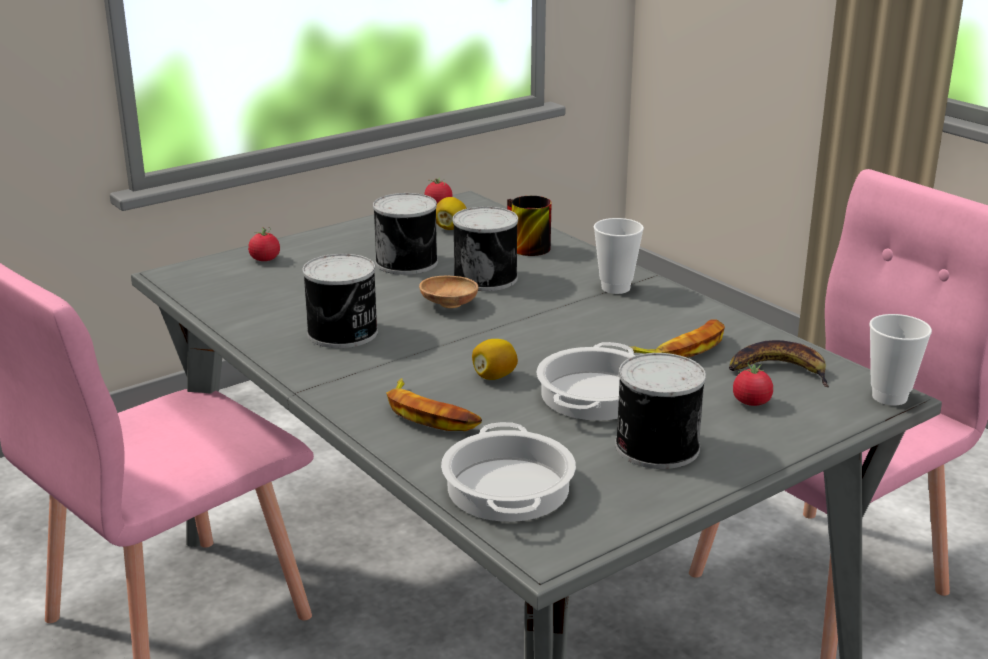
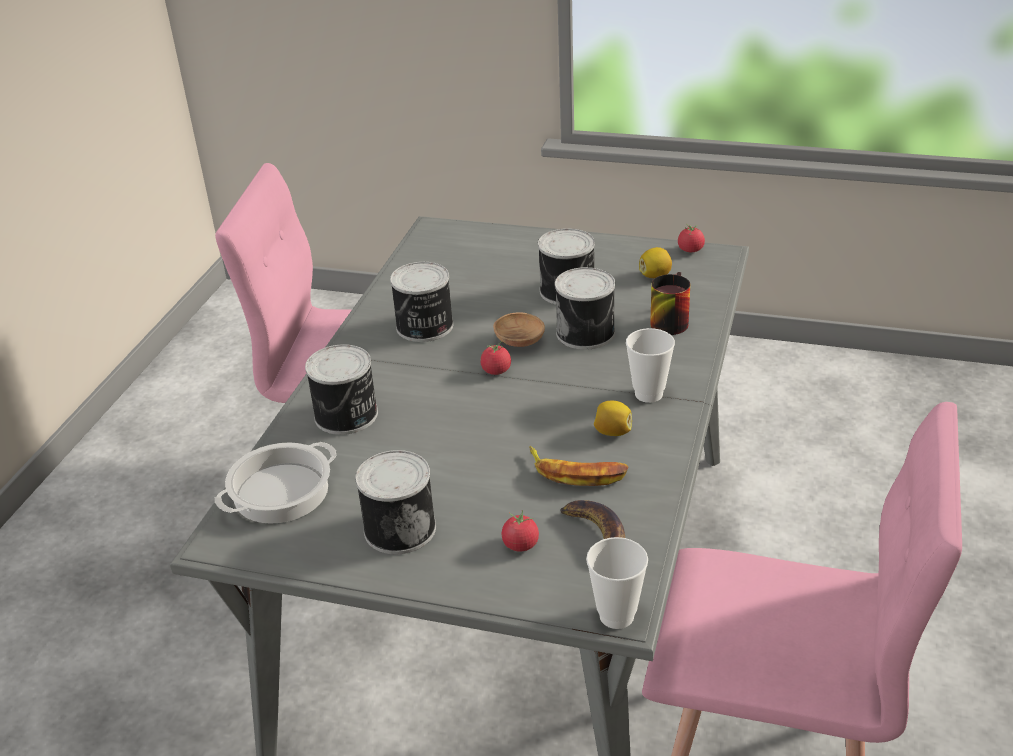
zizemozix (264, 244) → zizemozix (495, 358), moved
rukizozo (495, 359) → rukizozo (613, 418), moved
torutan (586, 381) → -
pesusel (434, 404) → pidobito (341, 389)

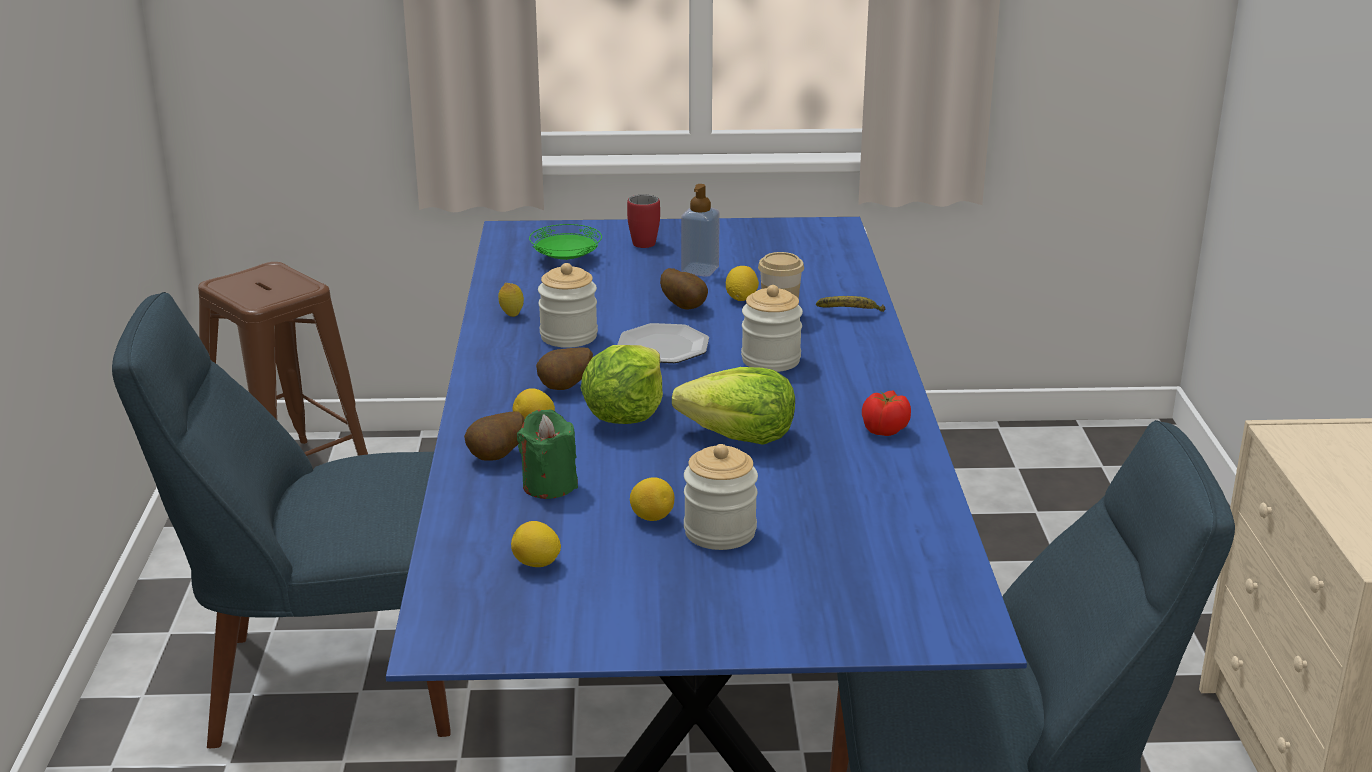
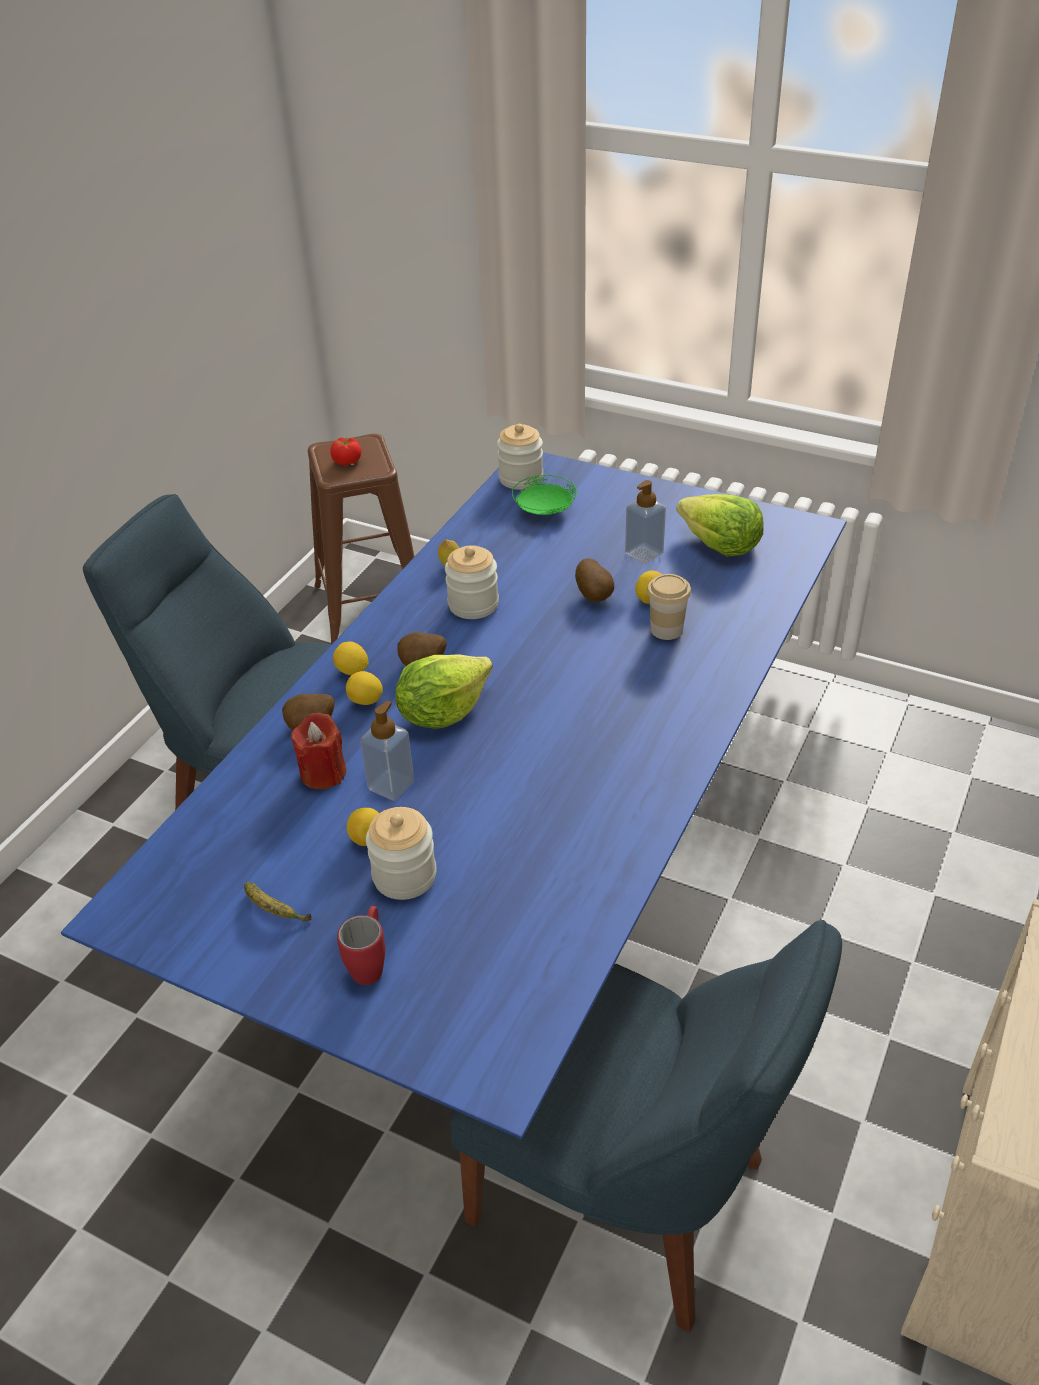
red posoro (643, 221) → red posoro (361, 945), moved
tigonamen (772, 328) → tigonamen (520, 457), moved
pesusel (850, 304) → pesusel (278, 901), moved
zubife (663, 343) → -
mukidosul (733, 406) → mukidosul (720, 525), moved
zizemozix (886, 413) → zizemozix (346, 451), moved
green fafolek (547, 454) → red fafolek (318, 751)
rukizozo (536, 544) → rukizozo (351, 658), moved
- → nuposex (387, 751)

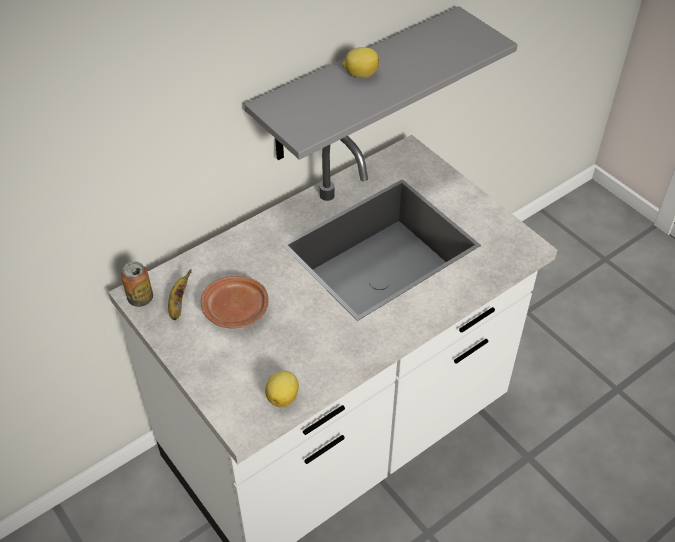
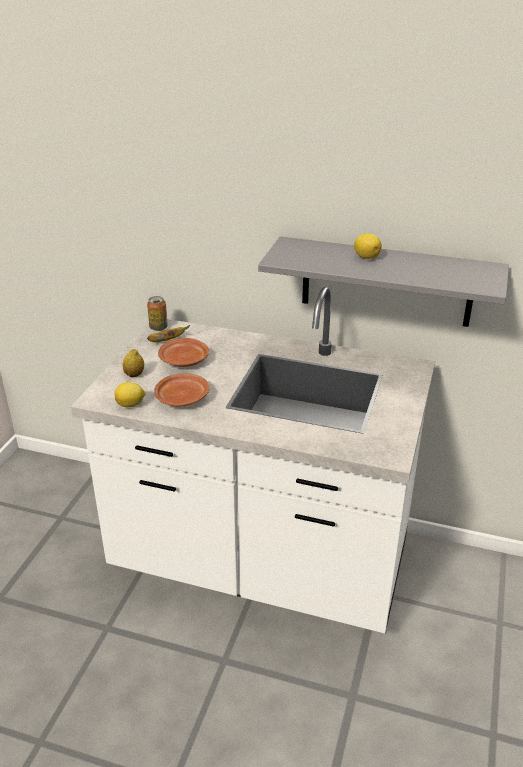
- → rukizozo (133, 363)
- → brown zubife (181, 389)

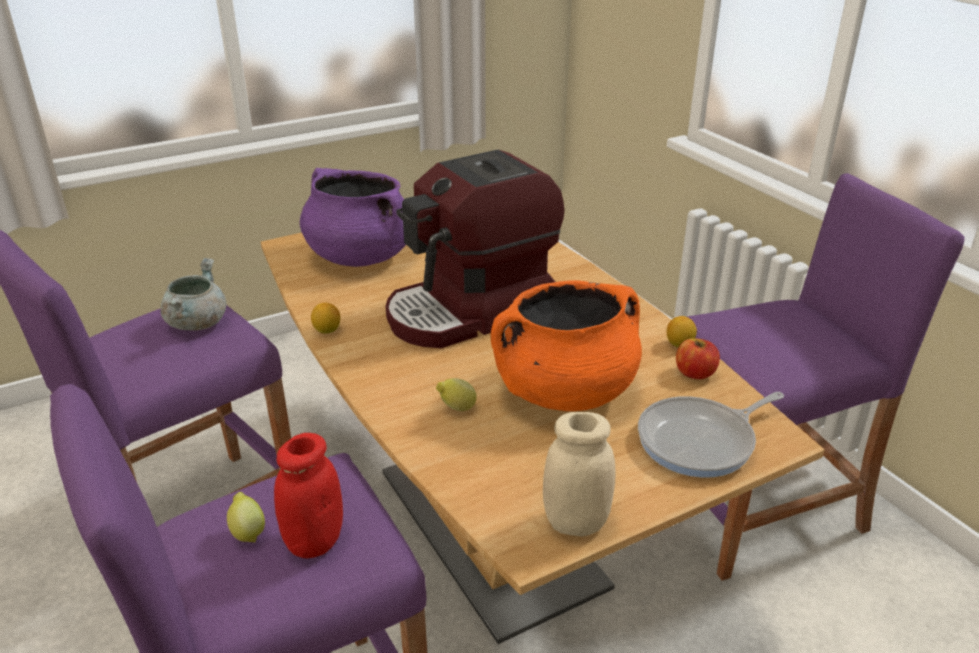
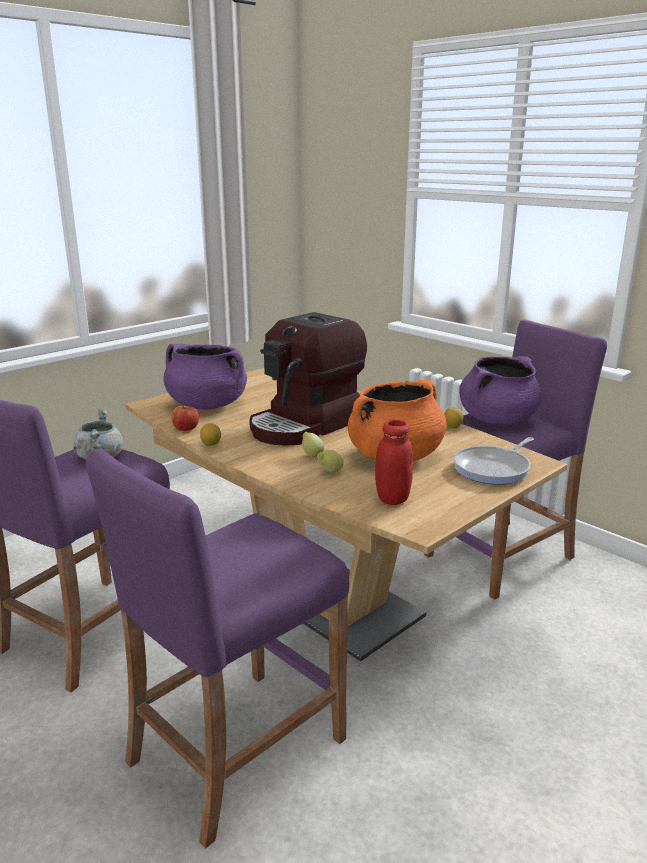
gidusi (698, 358) → gidusi (185, 418), moved
beige tigonamen (579, 474) → -
red tigonamen (308, 495) → red tigonamen (394, 462), moved
rukizozo (246, 517) → rukizozo (313, 444), moved
- → purple torutan (500, 390)

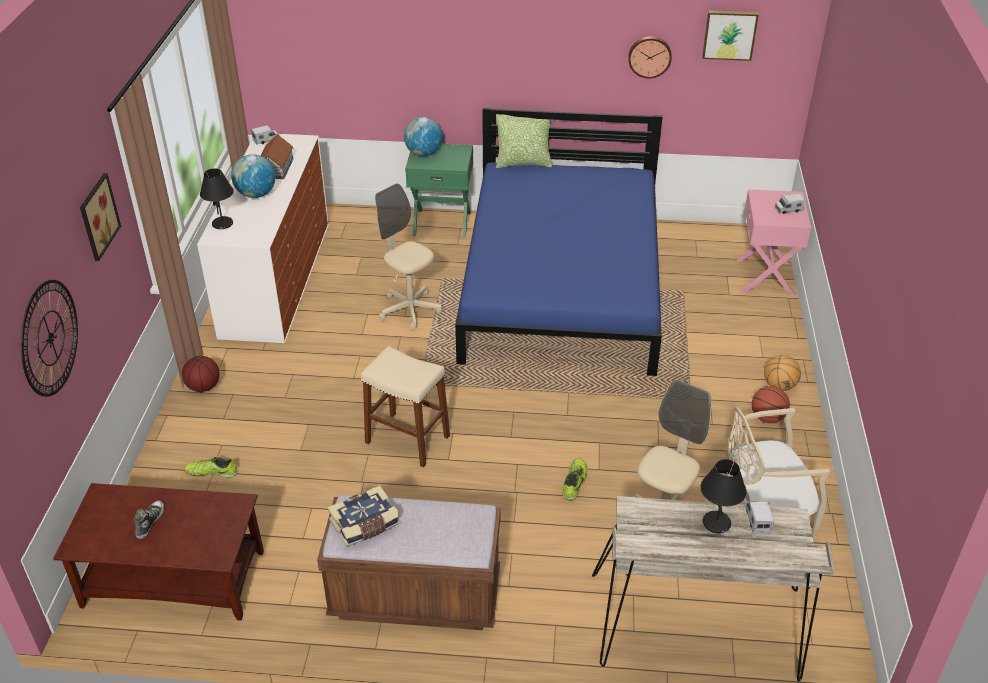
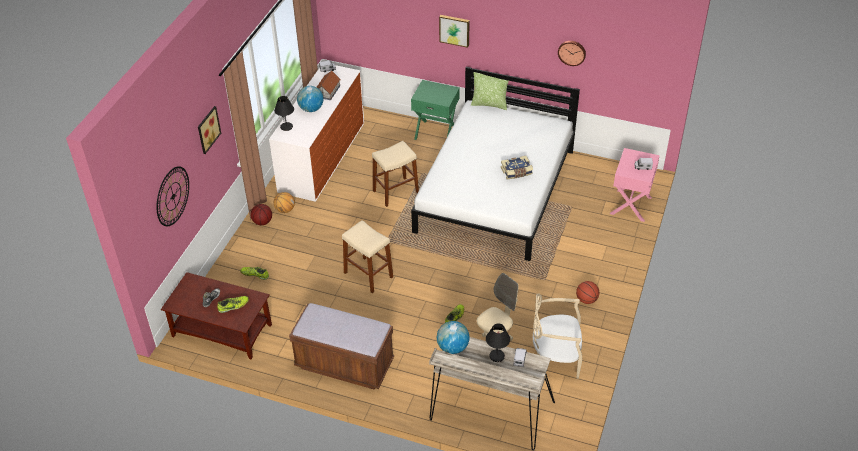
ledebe (730, 35) → ledebe (454, 31), moved
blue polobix (558, 242) → white polobix (495, 164)
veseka (423, 136) → veseka (453, 337), moved
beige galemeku (408, 257) → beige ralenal (395, 174)
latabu (782, 373) → latabu (284, 202), moved
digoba (364, 516) → digoba (517, 168), moved
- → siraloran (233, 304)

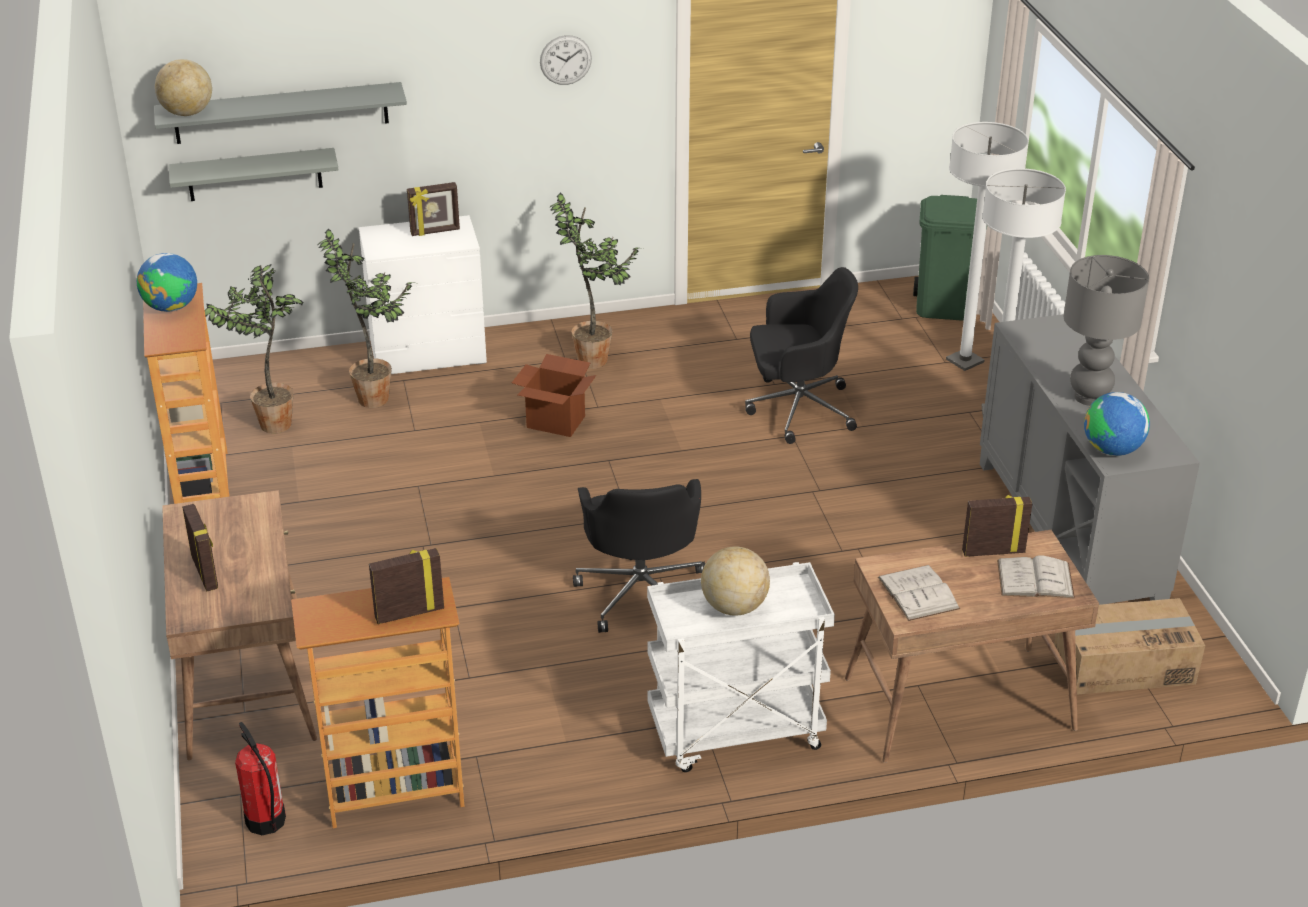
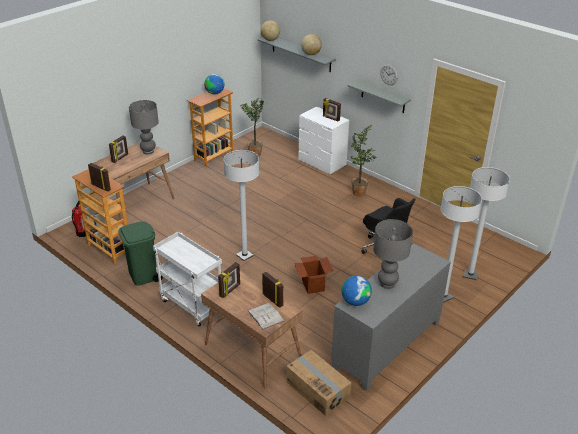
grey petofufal (253, 174) → grey petofufal (379, 96), moved
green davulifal (950, 258) → green davulifal (140, 253), moved
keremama (366, 318) → -
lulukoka (554, 395) → lulukoka (314, 275), moved
black galemeku (639, 556) → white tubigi (241, 205)
veseka (735, 581) → veseka (311, 44), moved
white digoba (919, 593) → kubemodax (229, 280)
- → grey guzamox (144, 127)

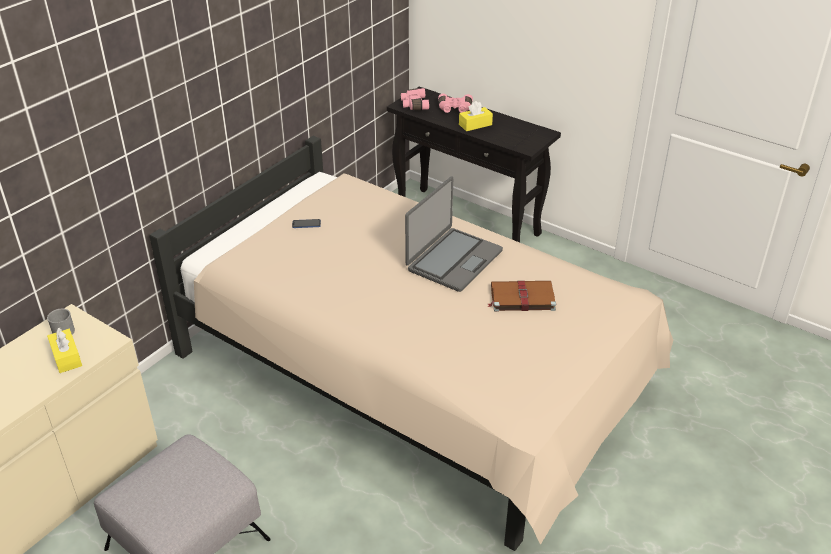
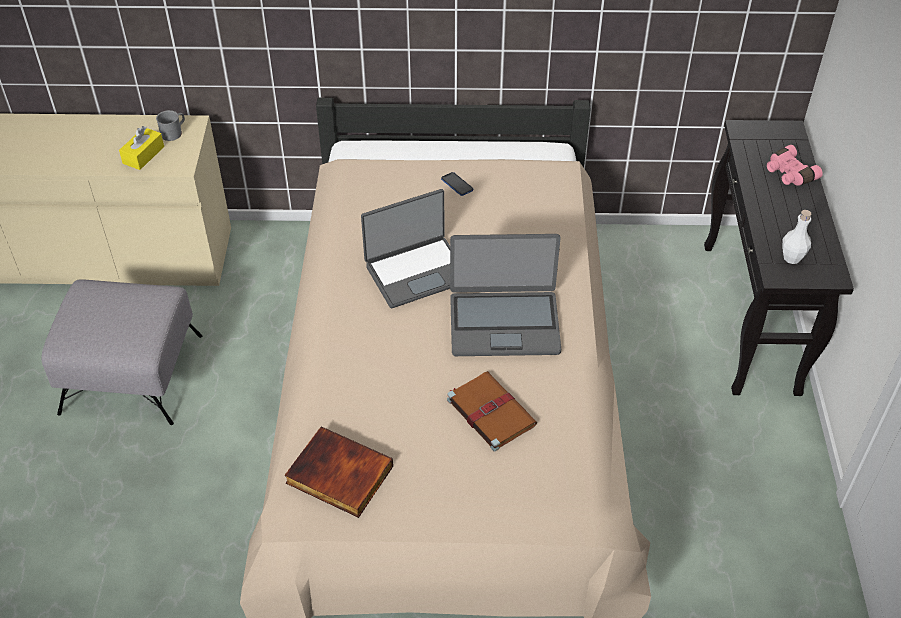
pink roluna (415, 99) → -
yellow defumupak (476, 116) → -
- → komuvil (405, 248)
- → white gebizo (796, 237)
- → digoba (339, 472)

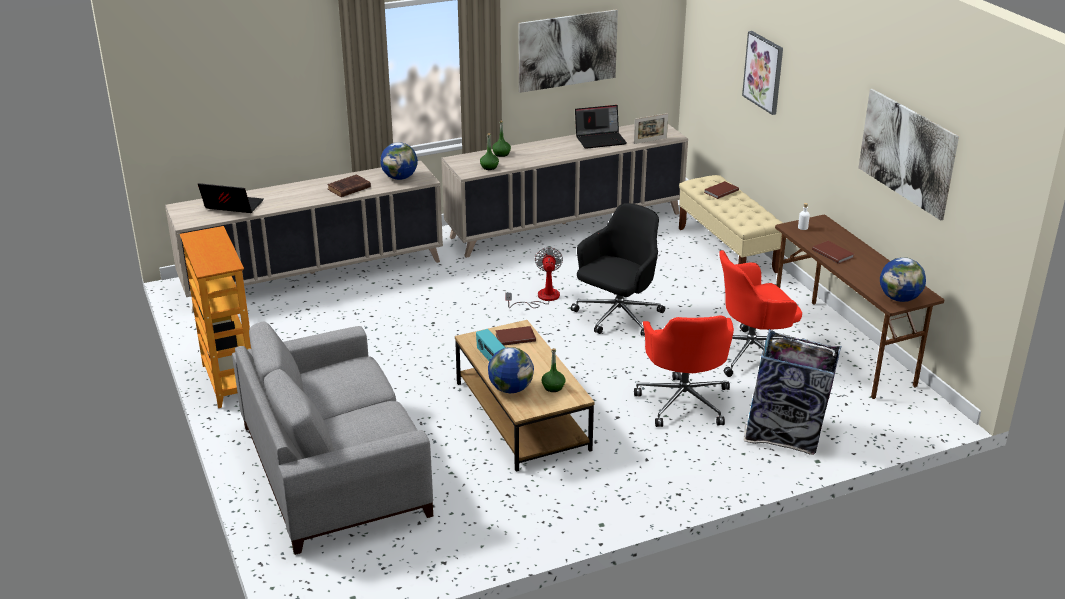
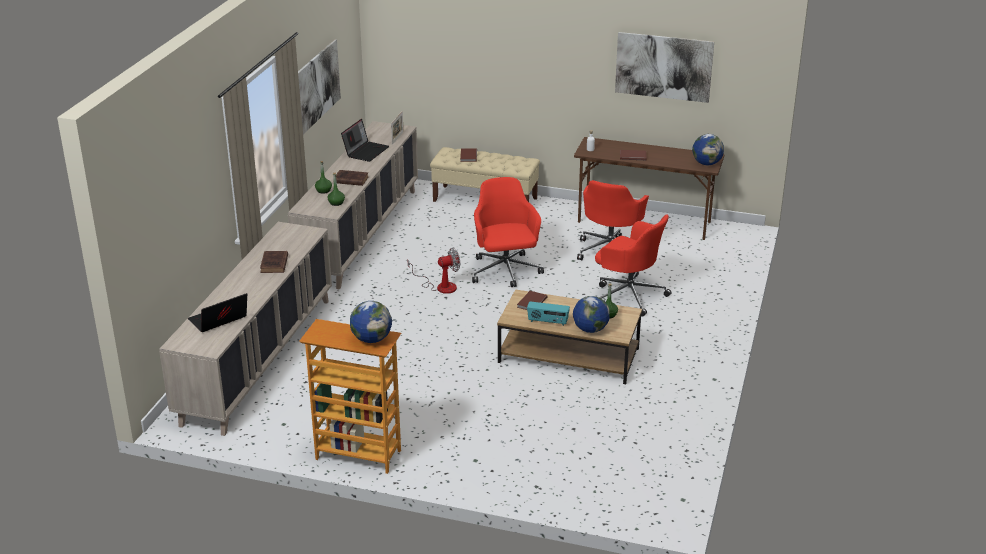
ledebe (762, 73) → -
veseka (399, 161) → veseka (371, 322), moved
black galemeku (618, 269) → red galemeku (508, 232)
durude (534, 277) → durude (434, 271), 120 degrees clockwise
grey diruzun (332, 438) → -
davulifal (793, 392) → -
- → brown digoba (351, 178)

